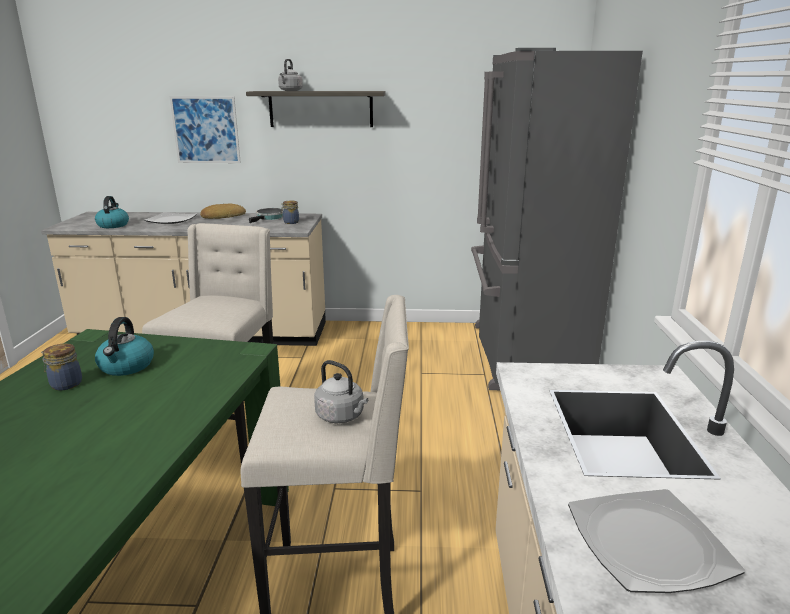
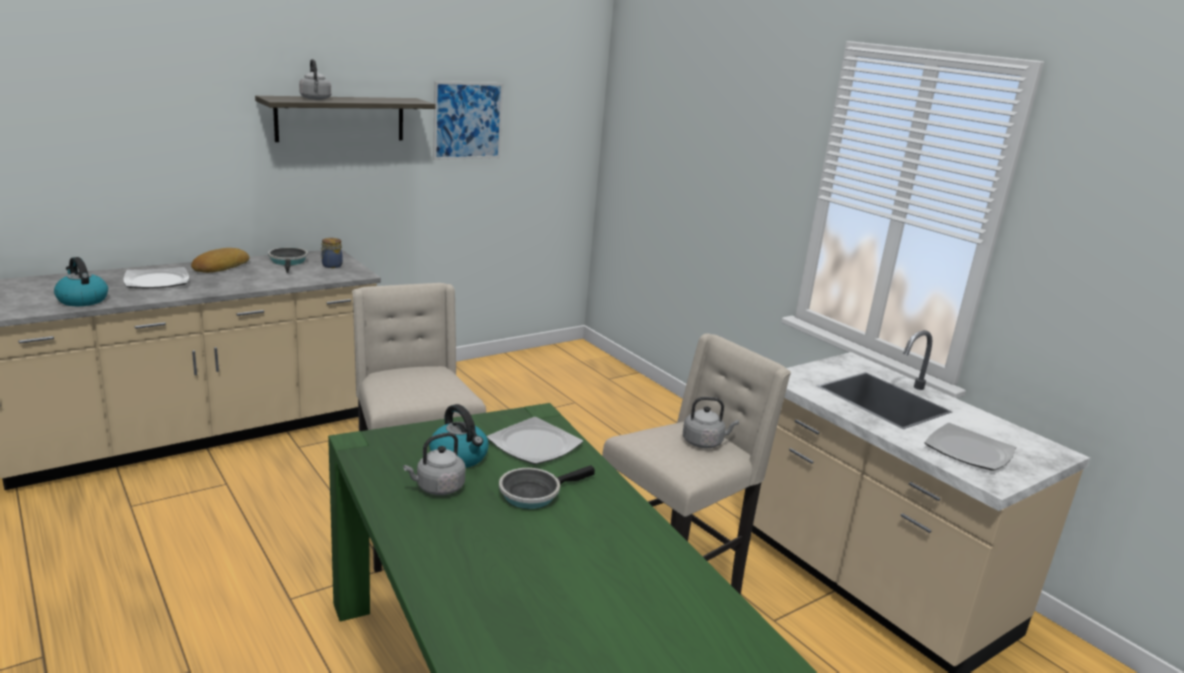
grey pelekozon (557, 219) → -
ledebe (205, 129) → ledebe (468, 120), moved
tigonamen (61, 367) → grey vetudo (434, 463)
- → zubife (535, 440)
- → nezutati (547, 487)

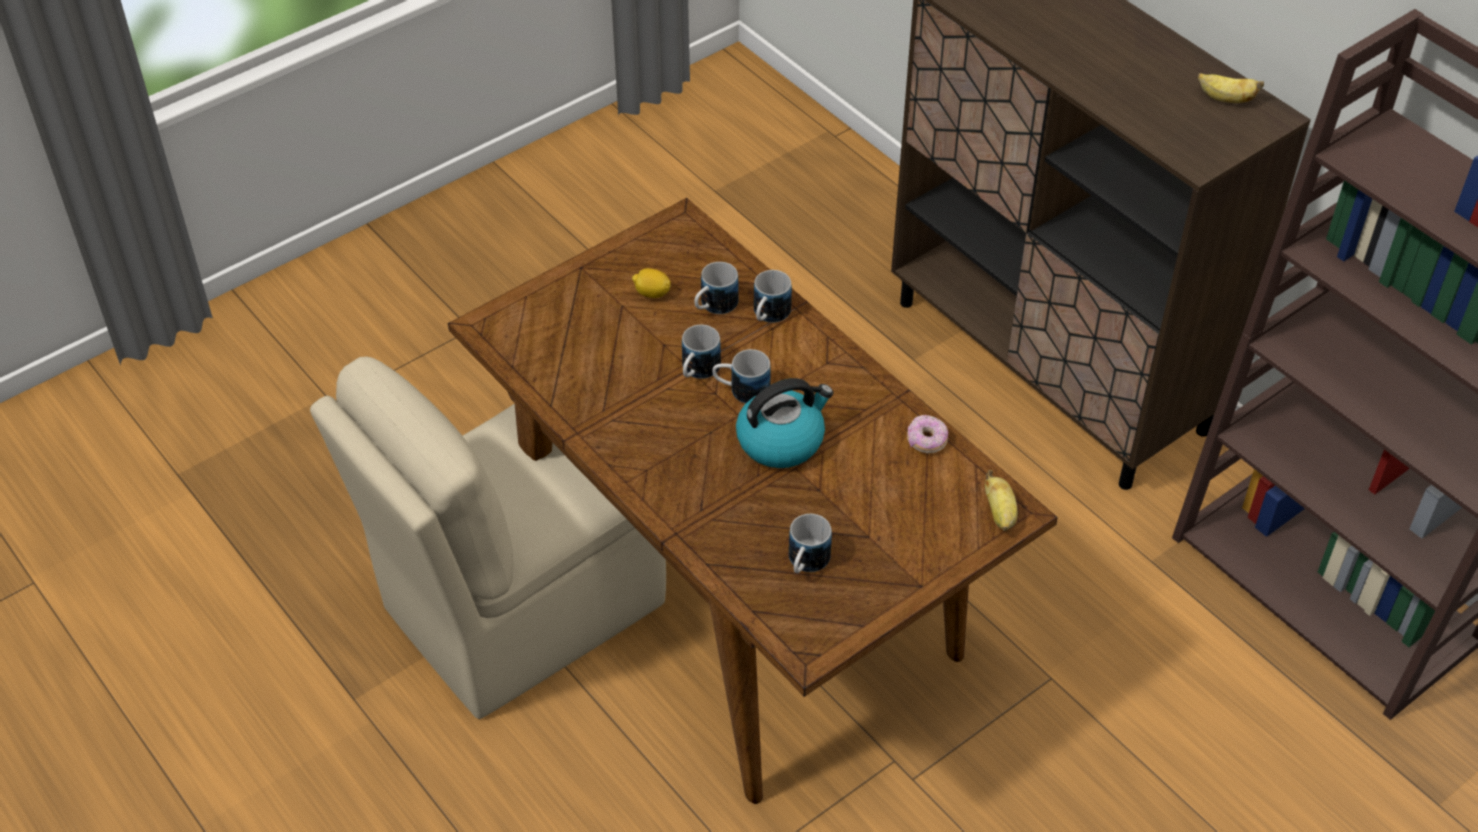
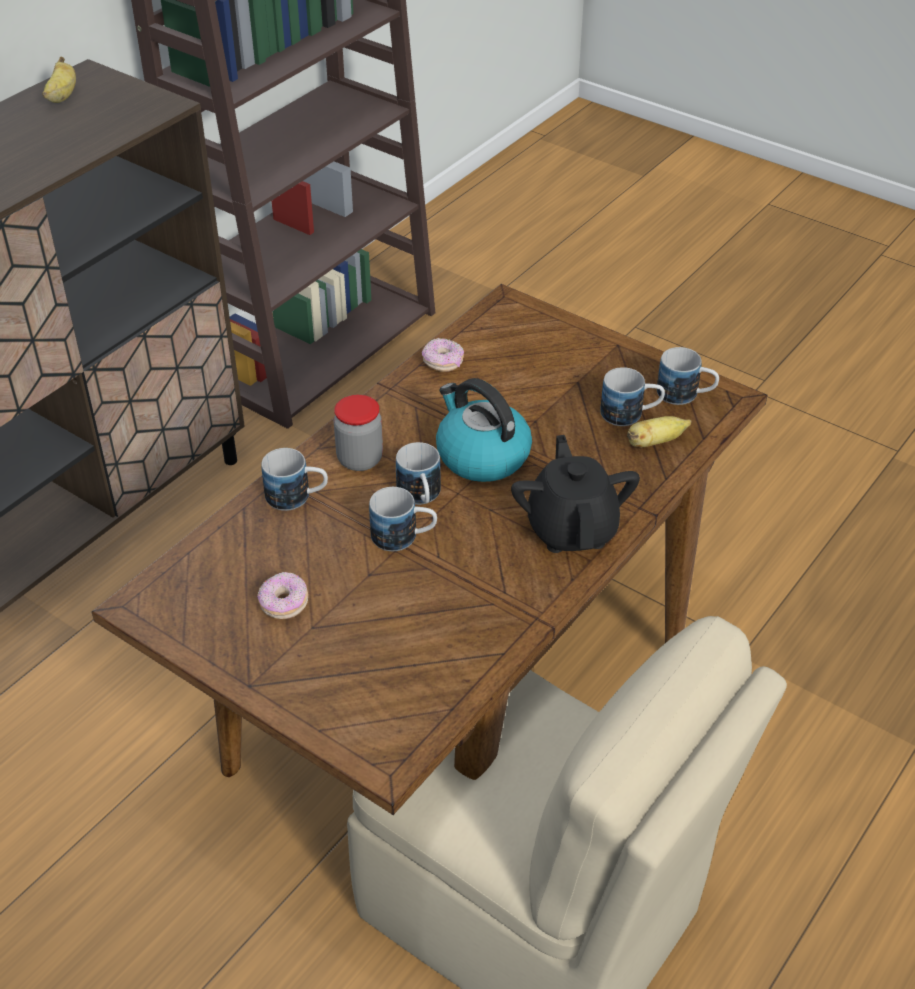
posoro (716, 288) → posoro (688, 376), moved
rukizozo (651, 283) → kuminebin (282, 595)
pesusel (1001, 500) → pesusel (659, 431), moved
- → tigonamen (358, 433)
- → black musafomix (575, 494)

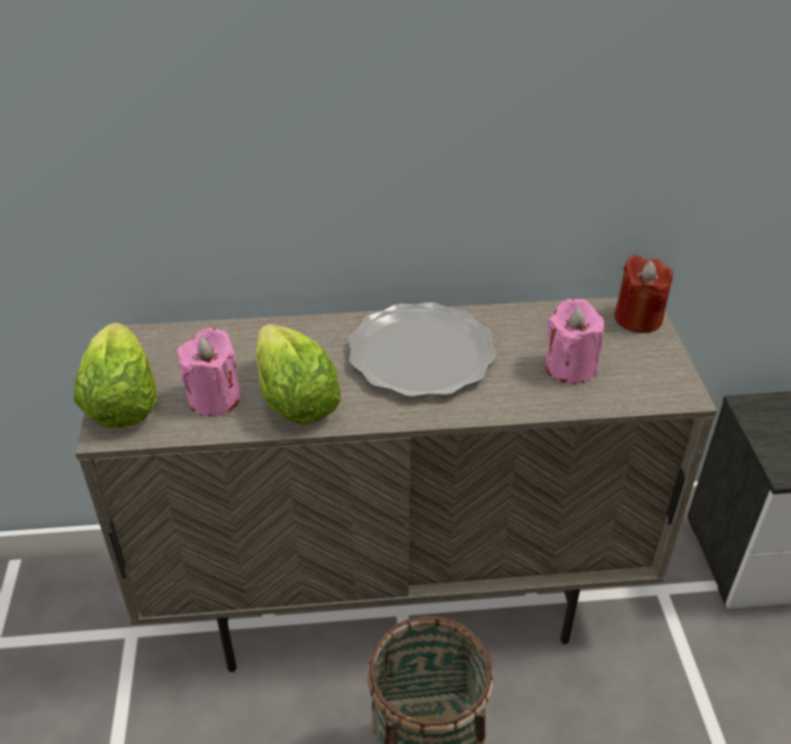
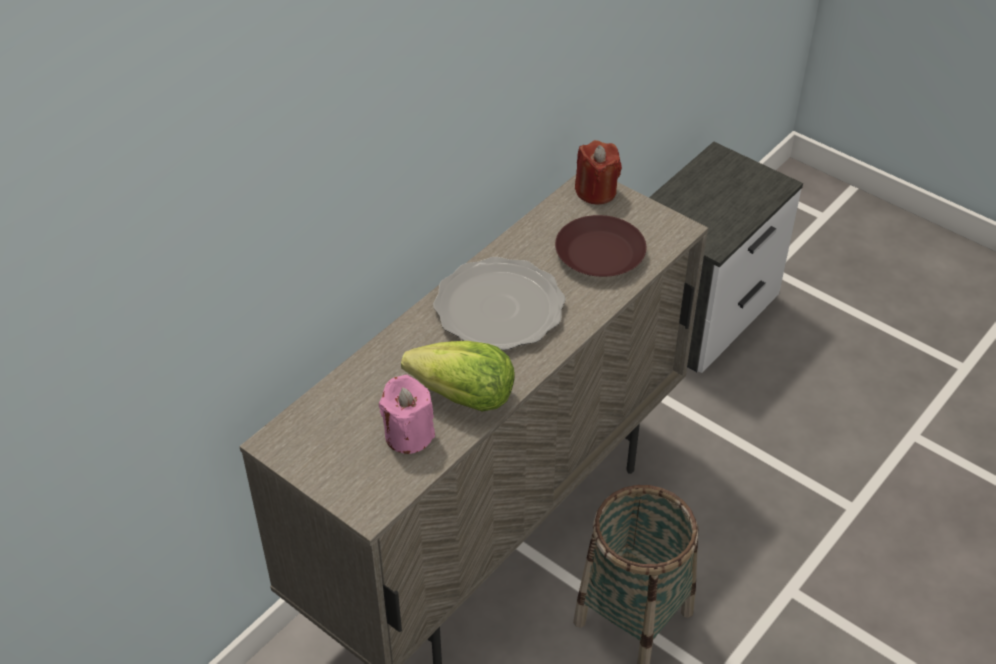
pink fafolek (574, 341) → brown zubife (600, 246)
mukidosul (115, 375) → -

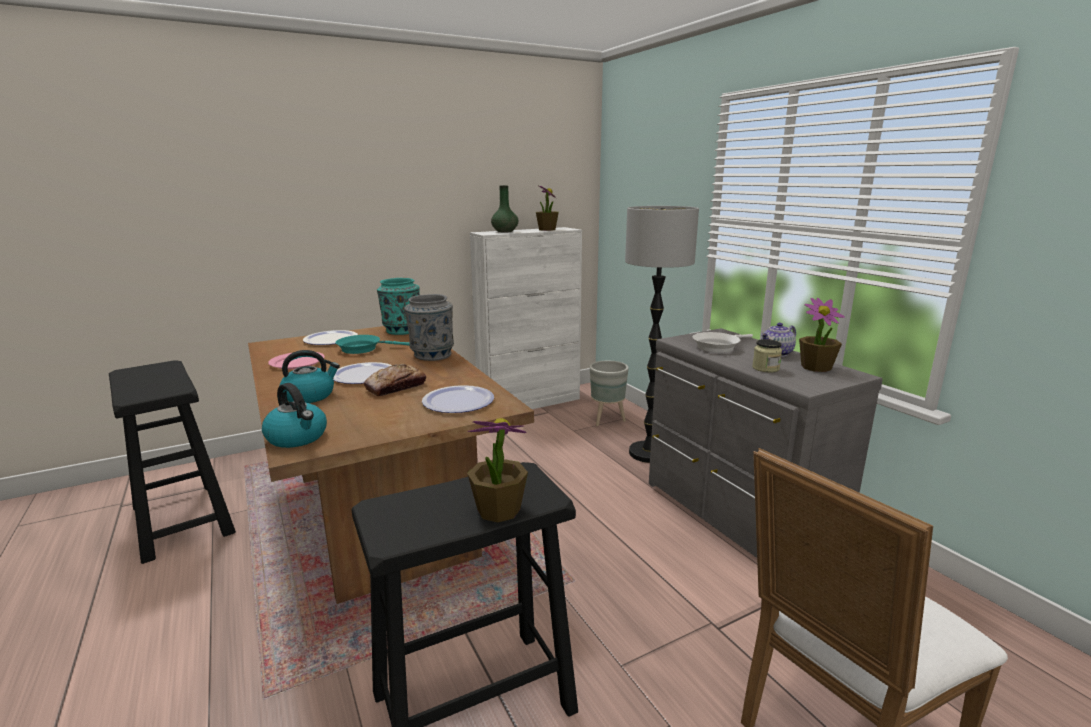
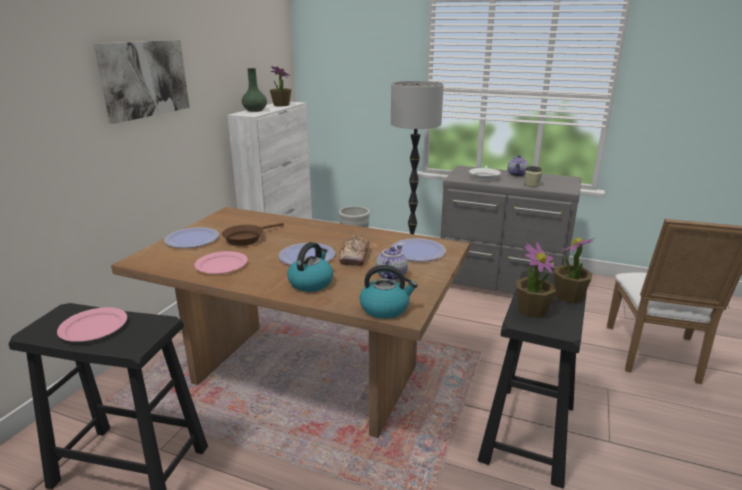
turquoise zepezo (398, 306) → -
grey zepezo (429, 327) → -
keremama (822, 335) → keremama (536, 280), moved
turquoise nezutati (373, 344) → brown nezutati (253, 234)
- → ledebe (142, 82)
- → musafomix (392, 262)
- → pink zubife (92, 324)

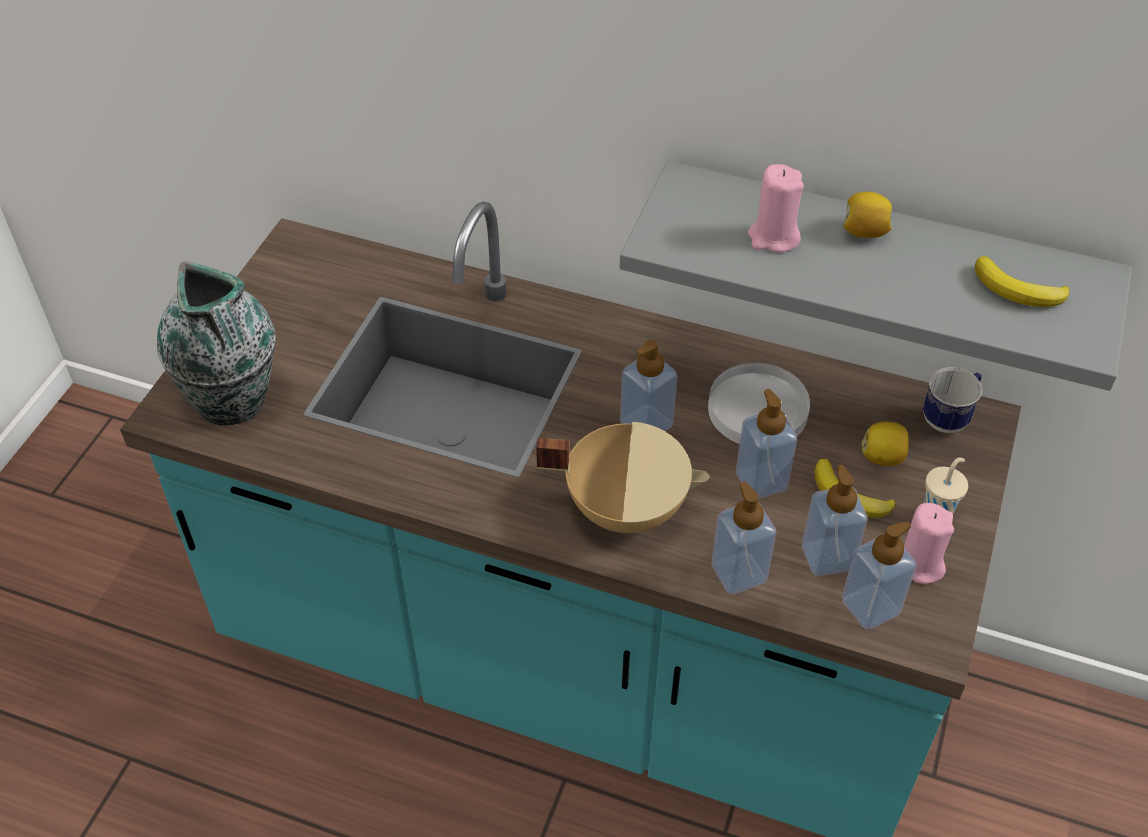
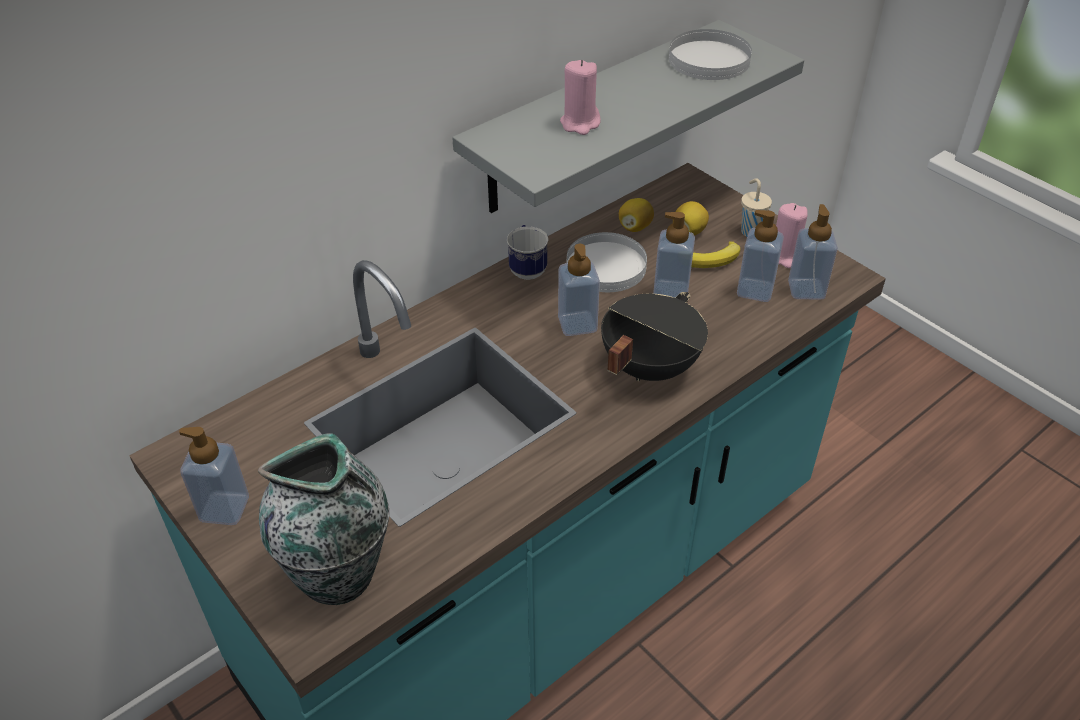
rukizozo (868, 215) → rukizozo (636, 215), moved
pesusel (1022, 281) → white zubife (710, 54)
posoro (952, 400) → posoro (528, 252), moved
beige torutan (622, 477) → black torutan (654, 336)
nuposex (743, 538) → nuposex (214, 476), moved

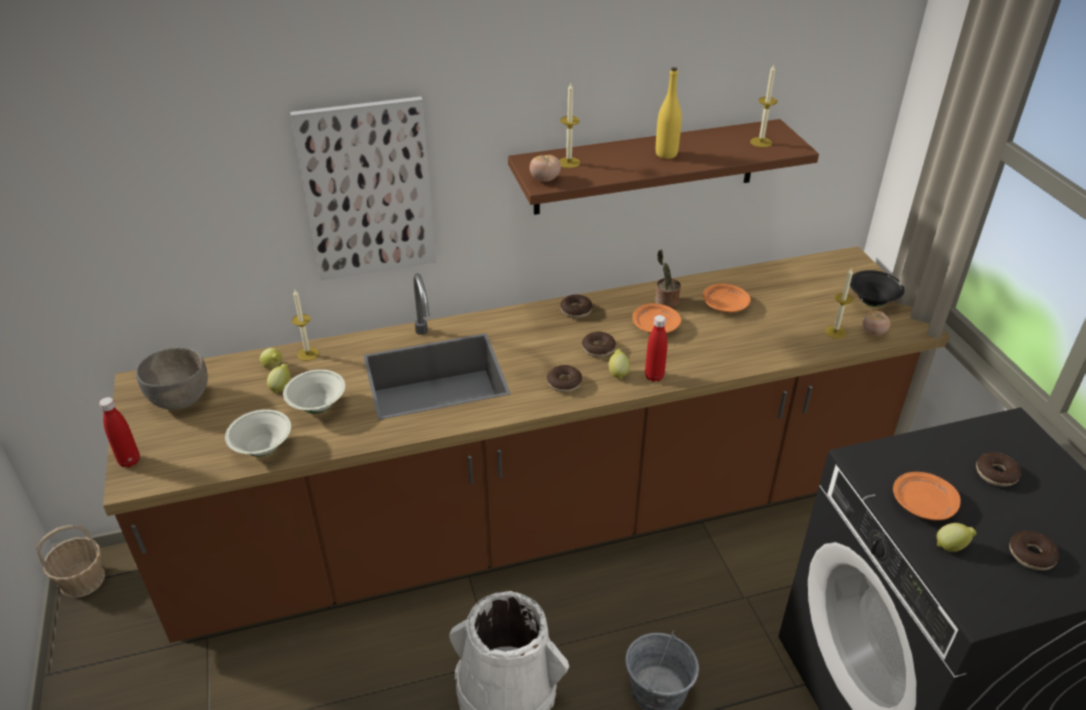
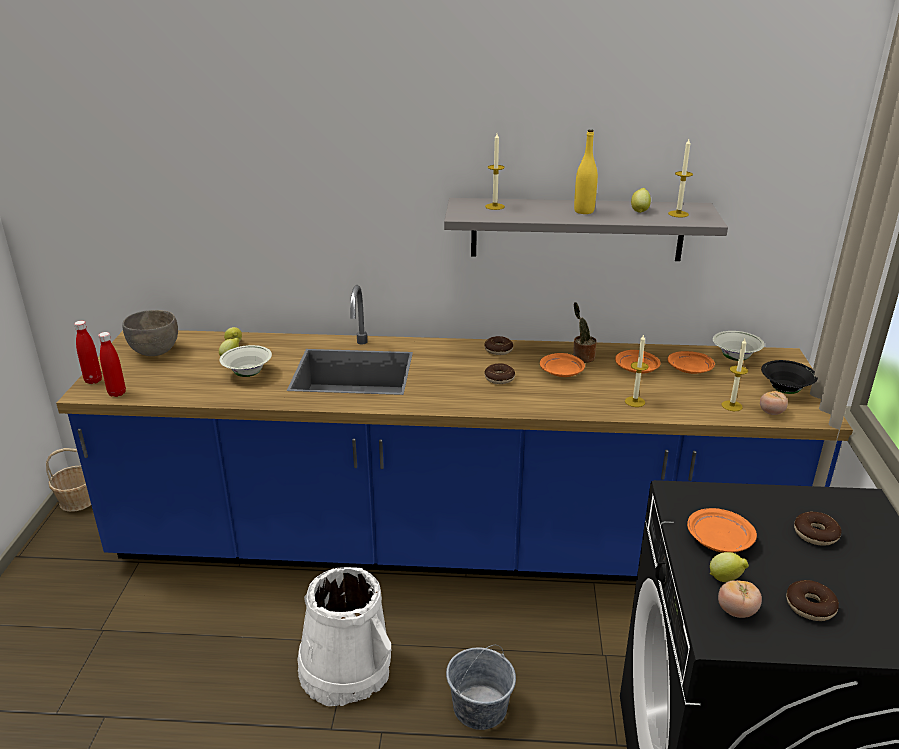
ledebe (363, 188) → -
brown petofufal (663, 167) → grey petofufal (586, 229)
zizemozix (545, 168) → zizemozix (740, 599), moved
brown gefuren (526, 444) → blue gefuren (454, 433)
fafolek (305, 325) → fafolek (637, 370), moved
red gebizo (656, 348) → red gebizo (112, 364), moved
rukizozo (619, 364) → rukizozo (641, 200), moved
kuminebin (565, 378) → -
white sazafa (258, 433) → white sazafa (739, 346), moved
- → orange zubife (691, 362)

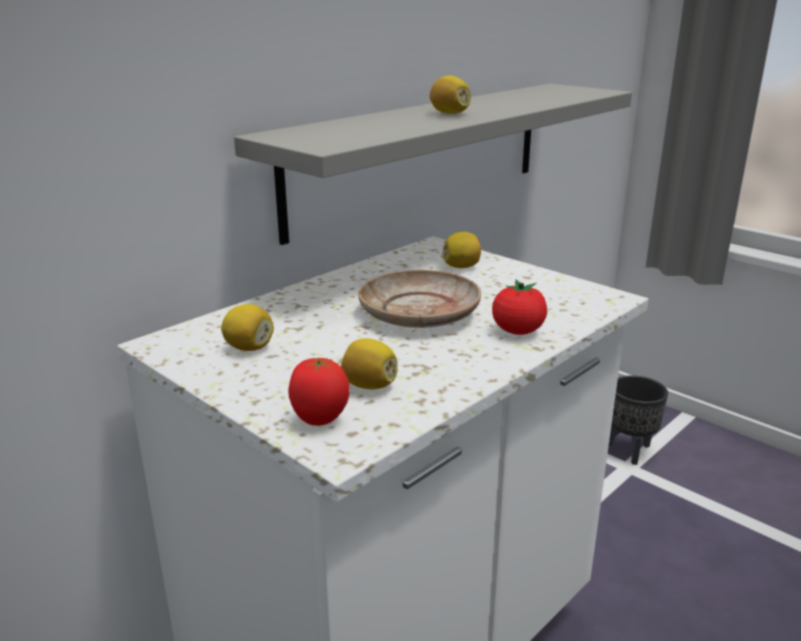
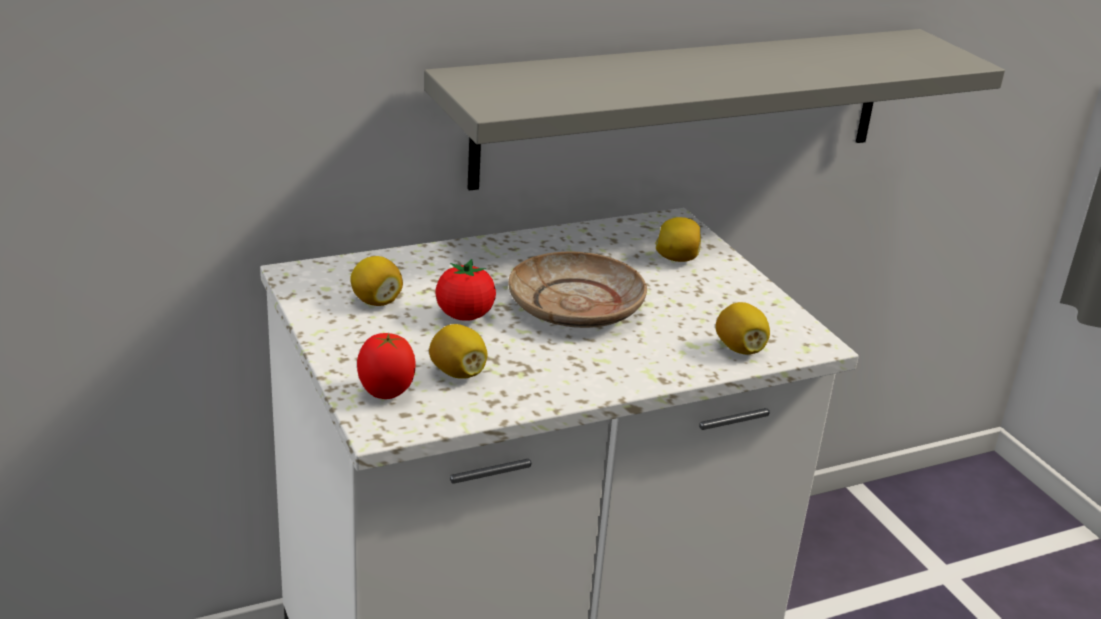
rukizozo (450, 95) → rukizozo (742, 328), moved
zizemozix (519, 307) → zizemozix (465, 290), moved
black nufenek (638, 420) → -

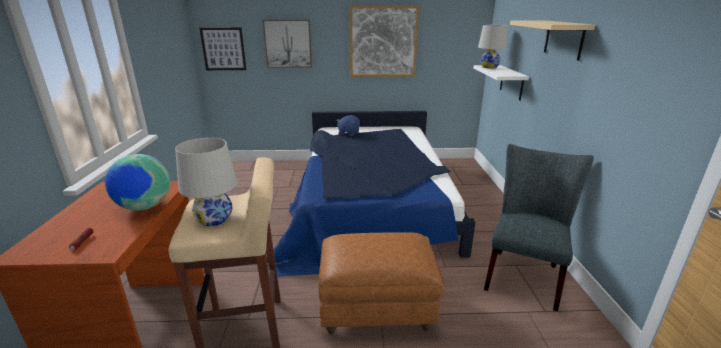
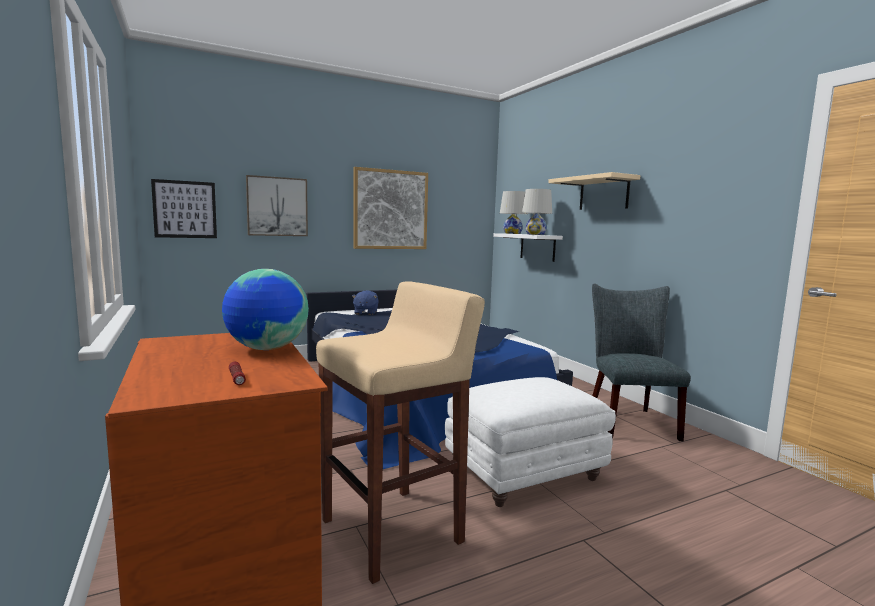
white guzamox (206, 182) → white guzamox (537, 212), moved
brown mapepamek (381, 283) → white mapepamek (530, 442)

